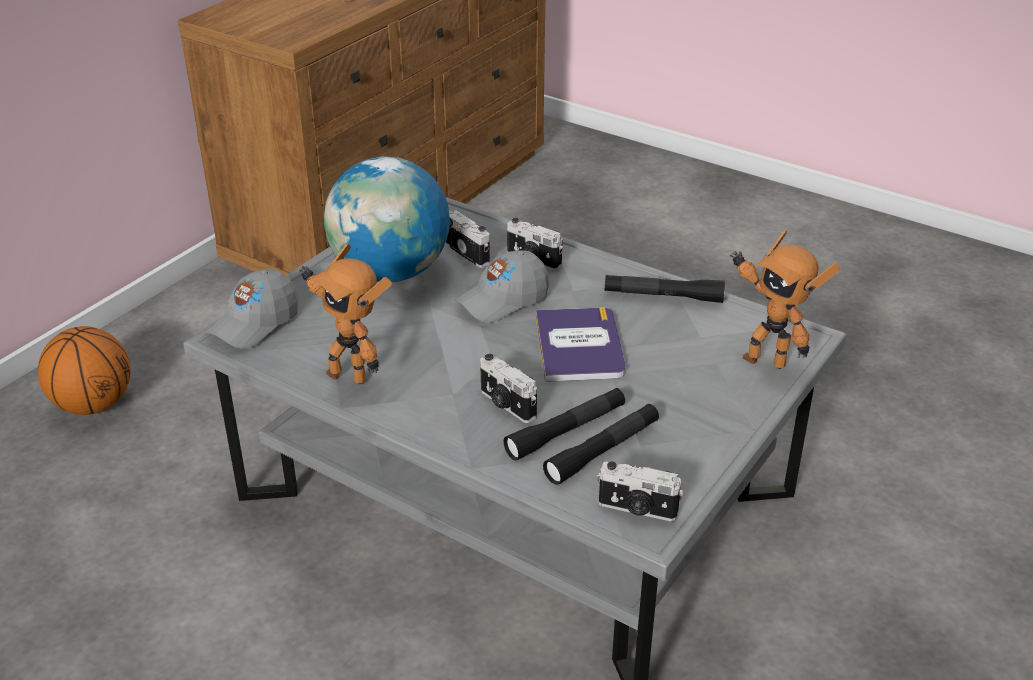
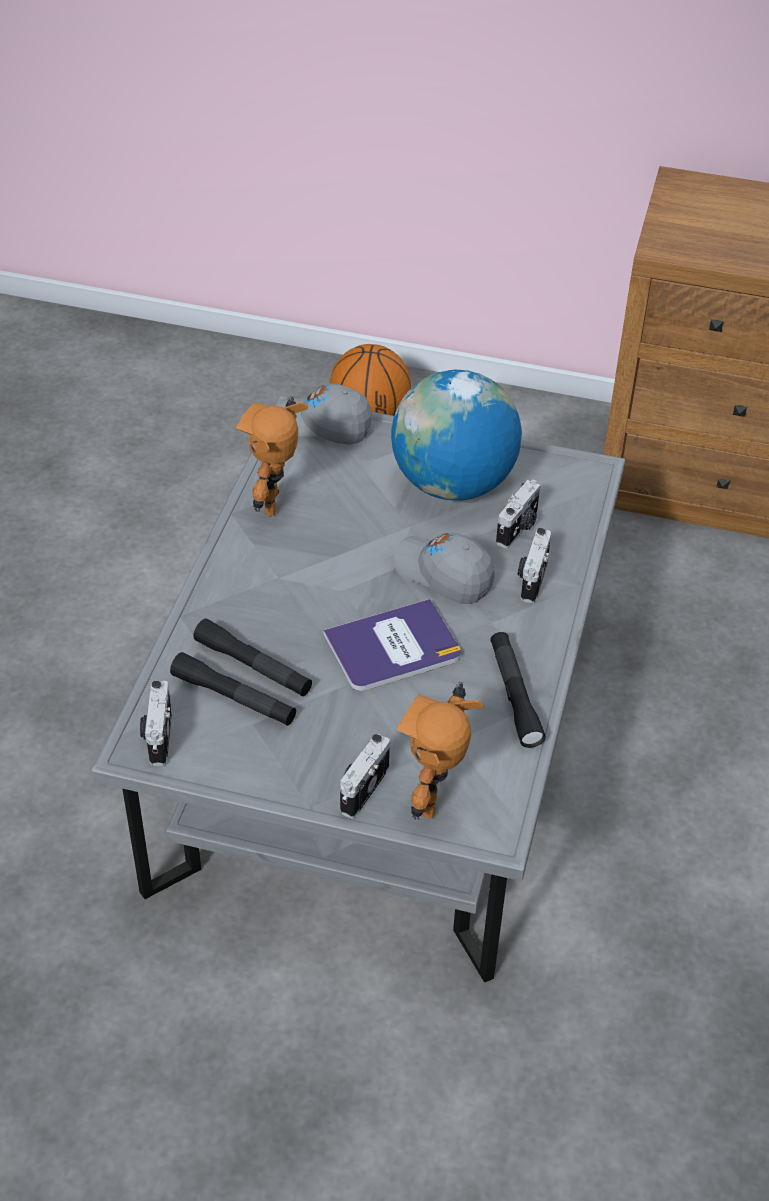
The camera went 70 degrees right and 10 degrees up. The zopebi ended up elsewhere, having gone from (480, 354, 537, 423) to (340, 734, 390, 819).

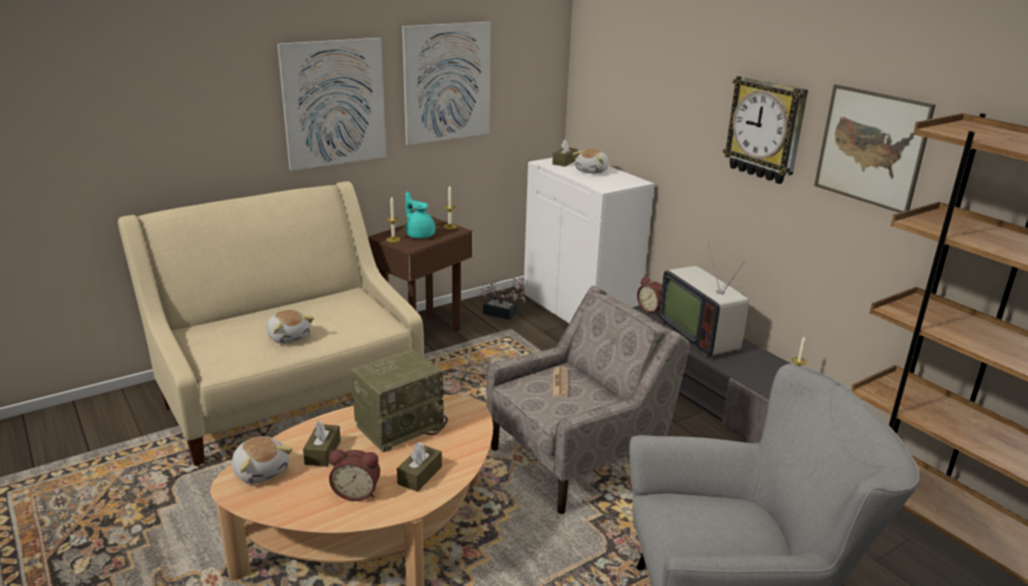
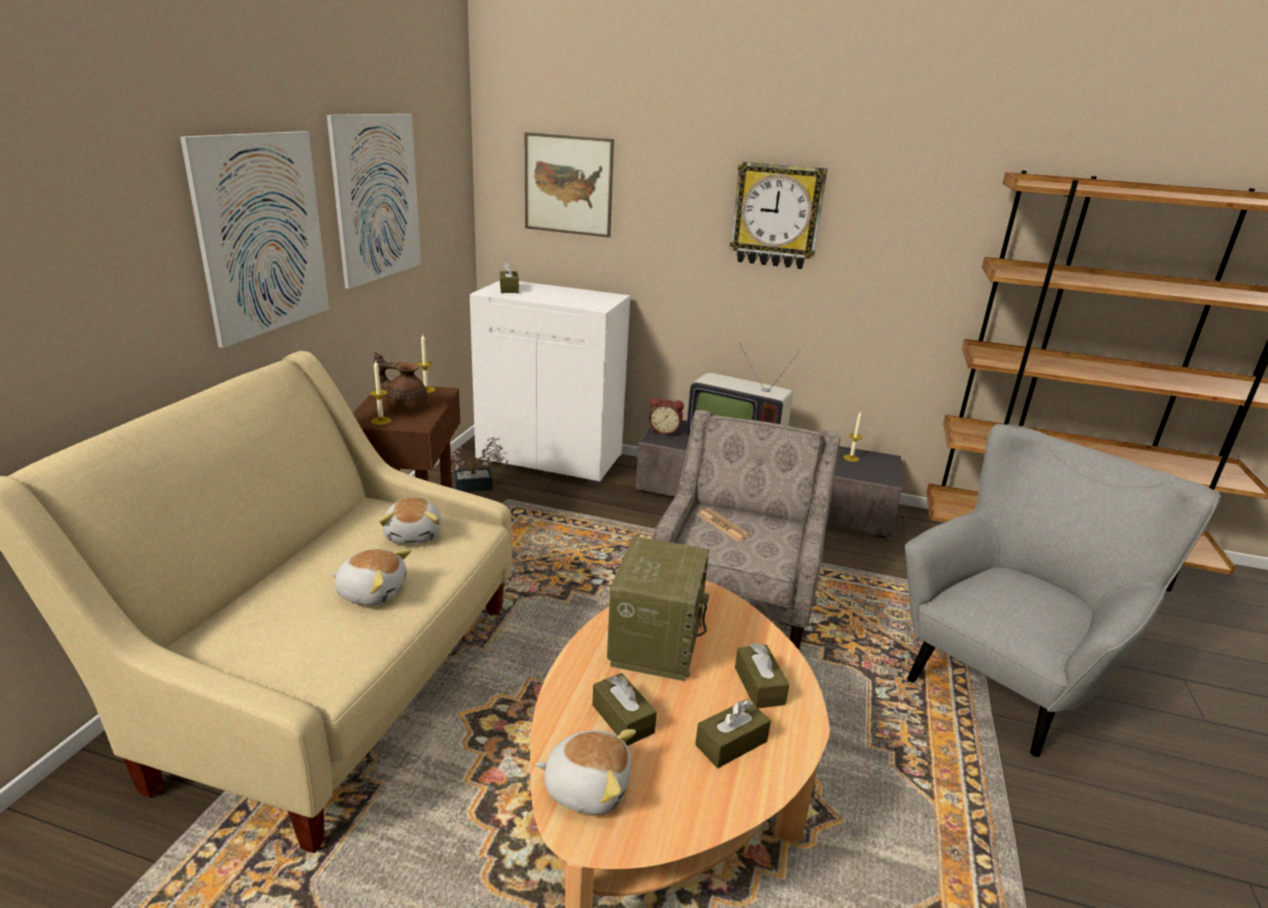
The camera went 40 degrees left and 0 degrees up. What was the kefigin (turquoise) at (405, 192, 435, 239) turned into the kefigin (brown) at (374, 352, 428, 412). The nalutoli ended up elsewhere, having gone from (572, 149, 609, 174) to (379, 498, 442, 544). The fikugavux ended up elsewhere, having gone from (814, 84, 935, 213) to (525, 132, 614, 238). Where the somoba stood at (329, 450, 380, 501), the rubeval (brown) came to stand at (695, 699, 771, 768).

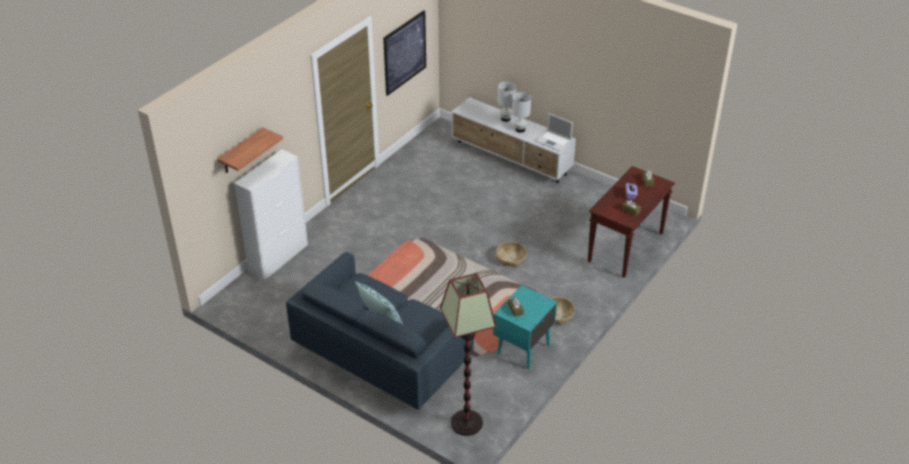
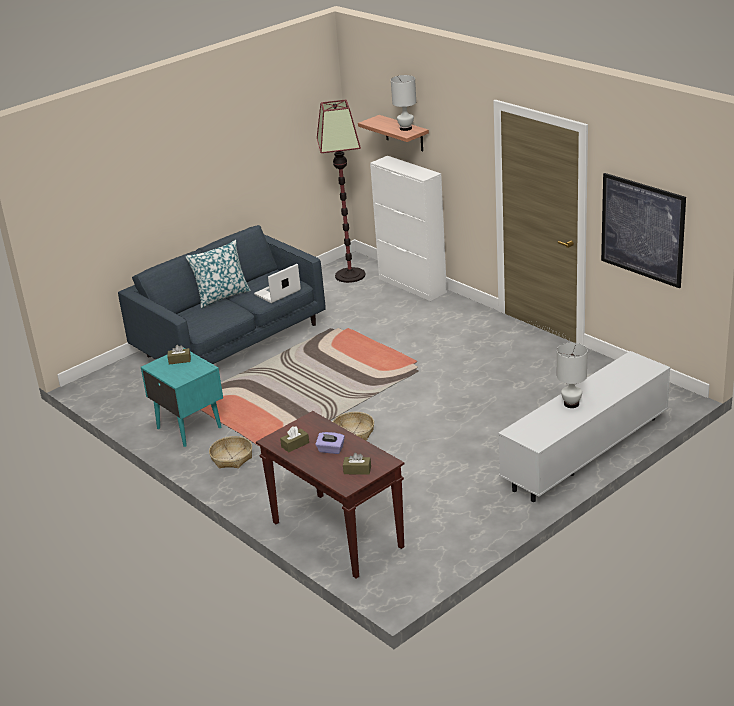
The camera went 105 degrees right and 10 degrees down. The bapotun ended up elsewhere, having gone from (536, 113, 573, 151) to (254, 264, 301, 303). The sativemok ended up elsewhere, having gone from (440, 273, 496, 436) to (317, 100, 365, 283). The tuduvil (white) ended up elsewhere, having gone from (497, 82, 516, 122) to (391, 75, 416, 131).

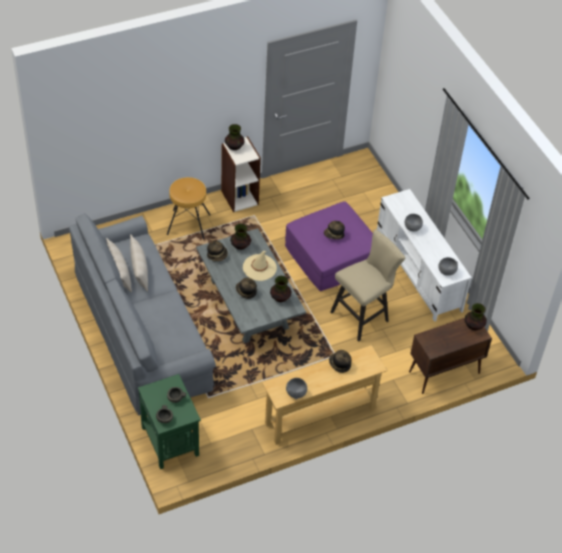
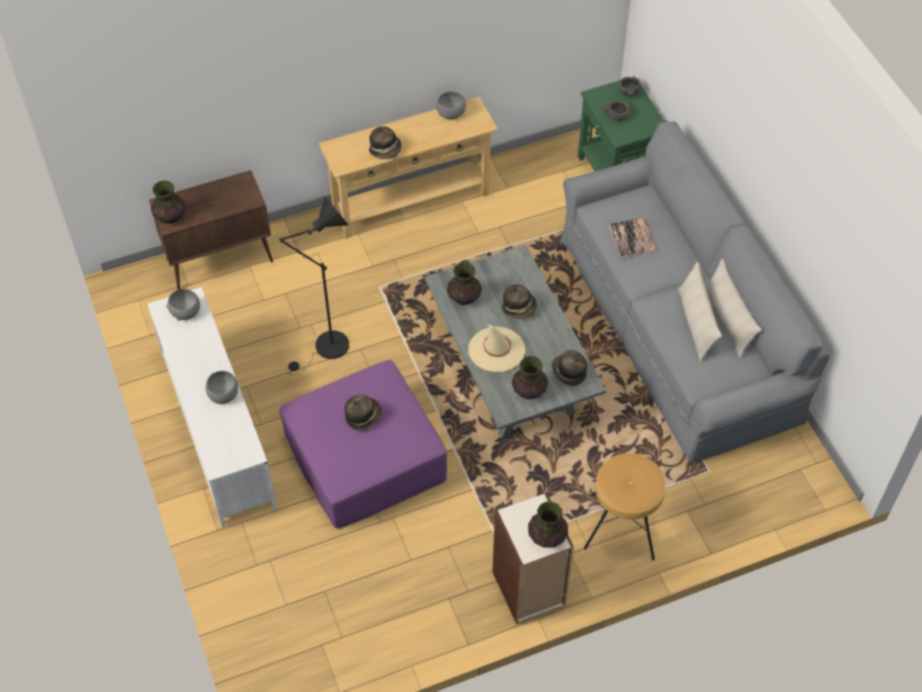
The camera went 175 degrees left and 5 degrees up. Where the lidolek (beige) stood at (330, 229, 405, 341), the sativemok (black) came to stand at (279, 197, 349, 375). The second view gained the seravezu at (609, 218, 657, 259).

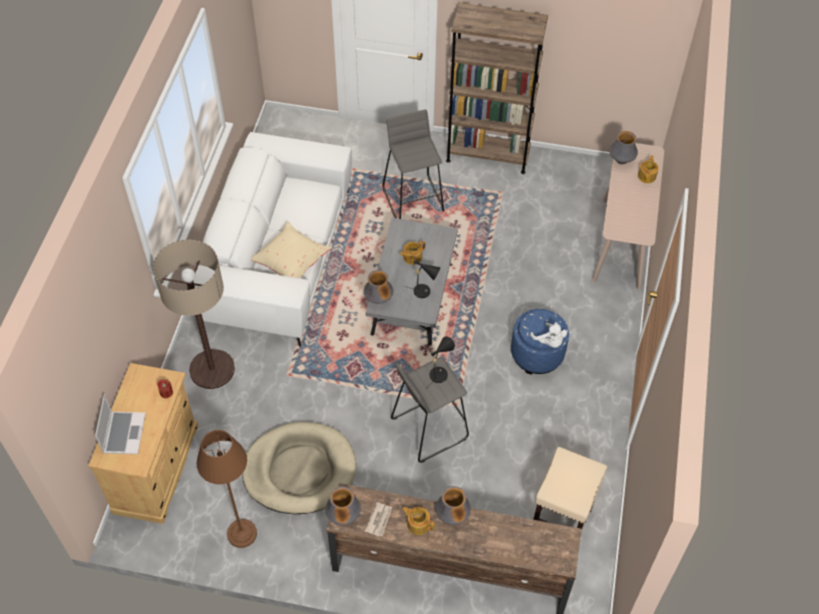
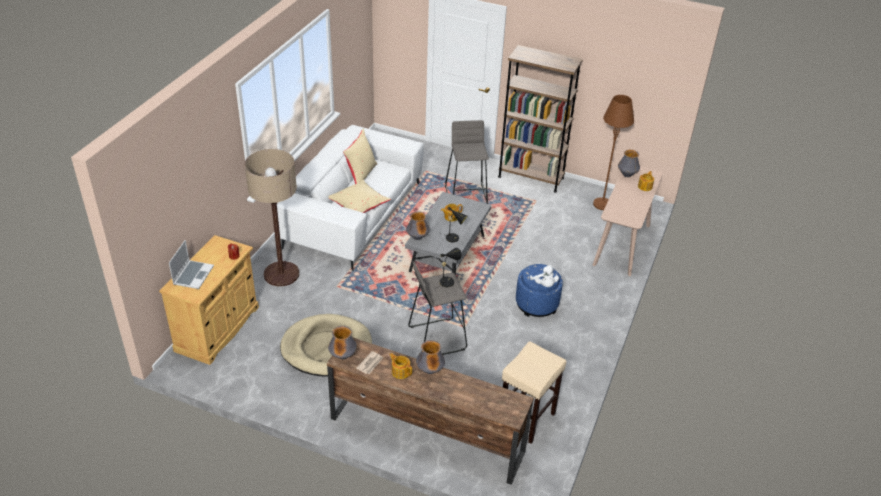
The camera went 10 degrees right and 15 degrees down. The second view gained the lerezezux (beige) at (343, 129, 377, 184). The sativemok (brown) ended up elsewhere, having gone from (197, 430, 257, 548) to (593, 95, 634, 210).

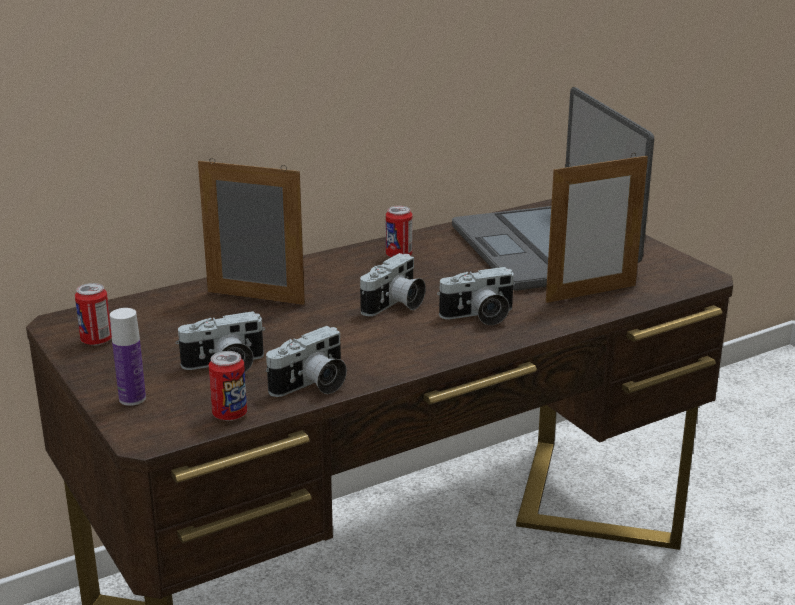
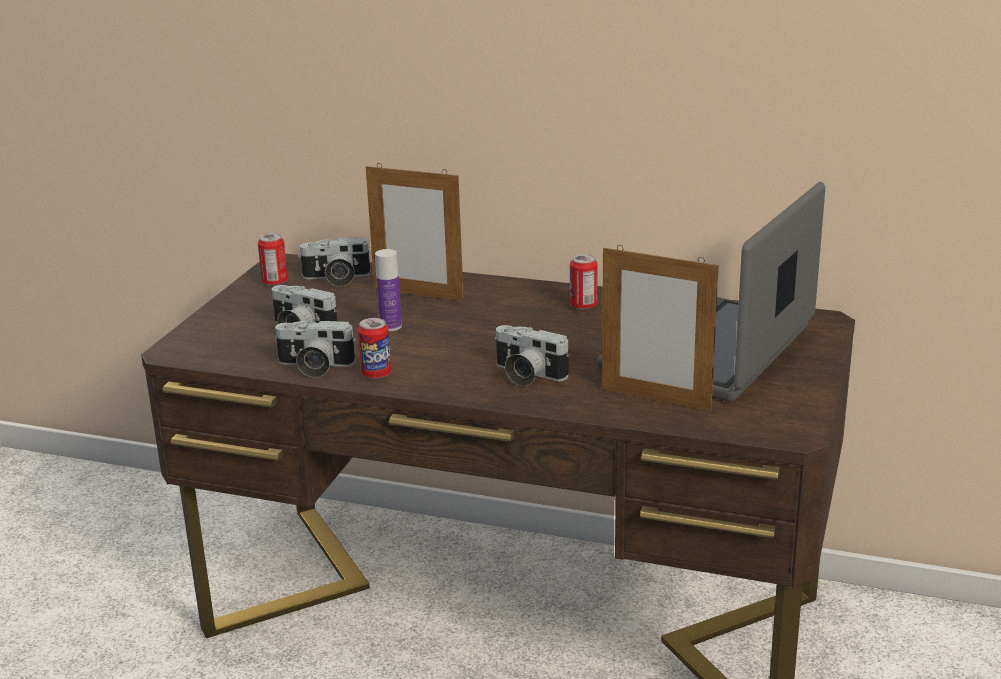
The camera went 50 degrees right and 0 degrees up. The zopebi ended up elsewhere, having gone from (360, 253, 426, 316) to (298, 237, 372, 286). The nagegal ended up elsewhere, having gone from (209, 351, 247, 421) to (358, 318, 391, 379). The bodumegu at (198, 158, 305, 305) ended up facing another way, 135 degrees clockwise from before. The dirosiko ended up elsewhere, having gone from (110, 308, 146, 406) to (375, 249, 402, 331).

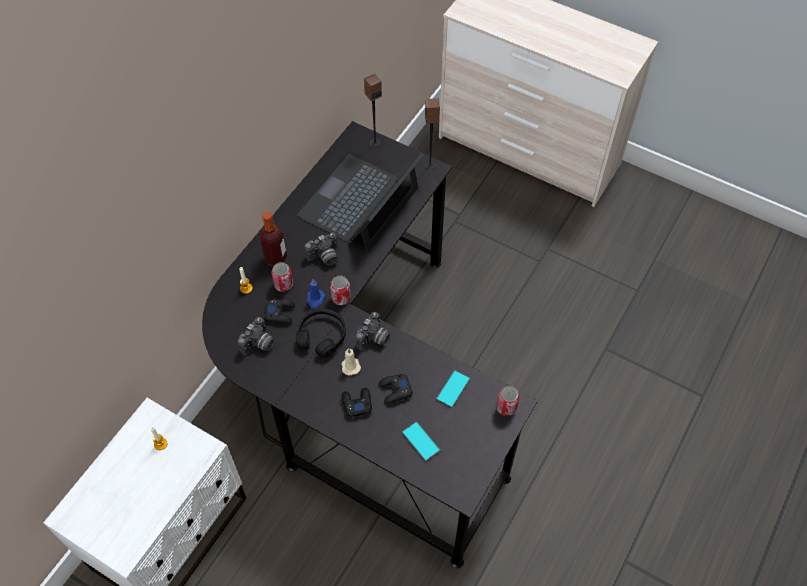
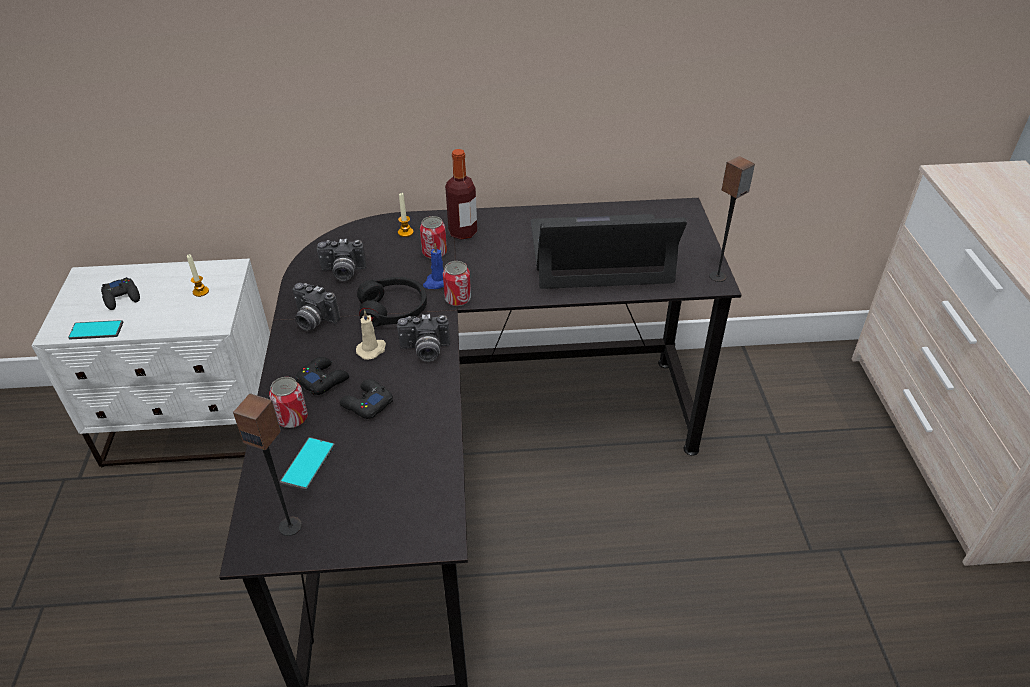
The camera went 55 degrees right and 15 degrees down. The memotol ended up elsewhere, having gone from (436, 370, 471, 408) to (68, 320, 124, 339). The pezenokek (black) ended up elsewhere, having gone from (264, 299, 295, 324) to (101, 277, 140, 310). The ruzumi ended up elsewhere, having gone from (364, 74, 382, 147) to (233, 393, 302, 536). The nagegal ended up elsewhere, having gone from (496, 386, 520, 416) to (269, 377, 308, 428). The zopebi ended up elsewhere, having gone from (304, 232, 338, 266) to (292, 283, 340, 331).

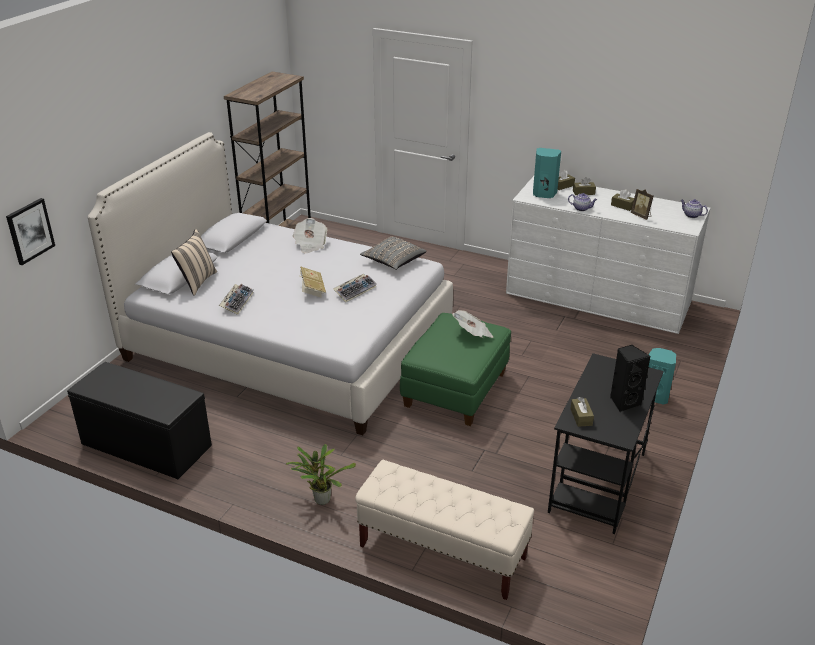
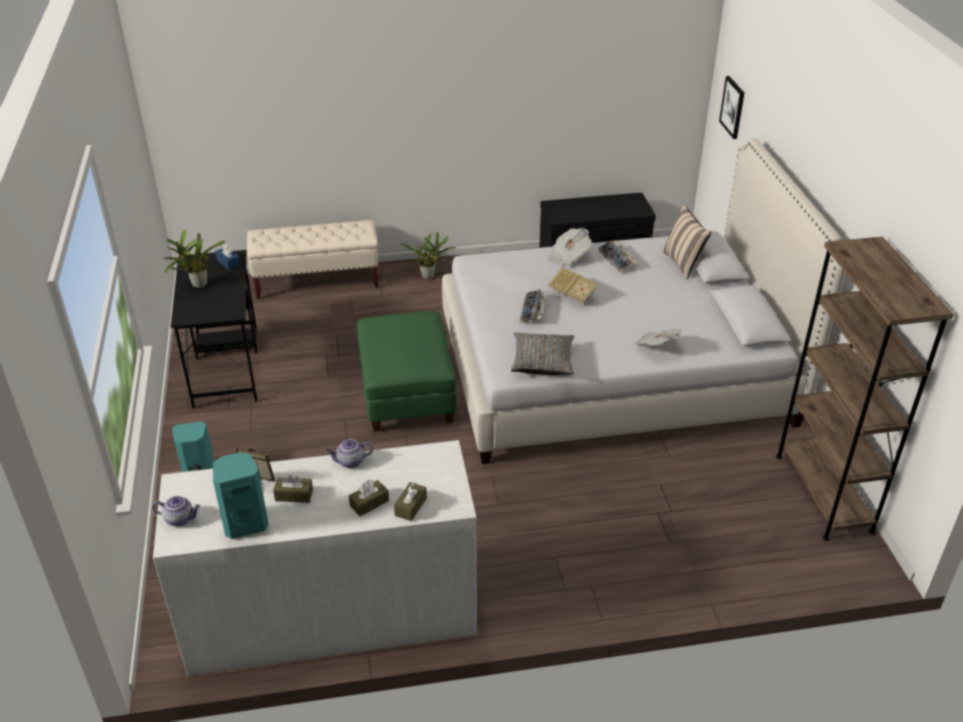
The camera went 145 degrees right and 5 degrees up. Where the ruzumi (black) stood at (610, 345, 650, 412), the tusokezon came to stand at (163, 230, 225, 288). The ruzumi (turquoise) ended up elsewhere, having gone from (533, 148, 561, 198) to (213, 452, 269, 539). What was the rubeval (brown) at (570, 397, 594, 427) turned into the rubeval (blue) at (215, 244, 241, 270). The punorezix ended up elsewhere, having gone from (452, 310, 493, 338) to (548, 228, 592, 266).

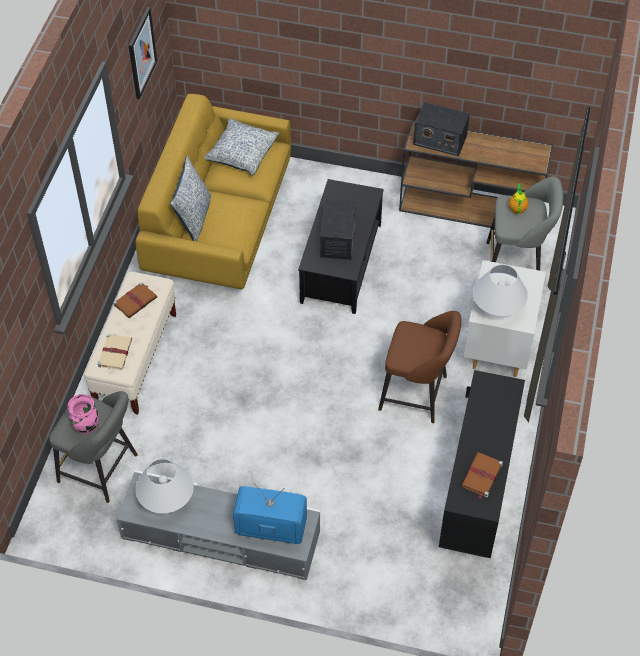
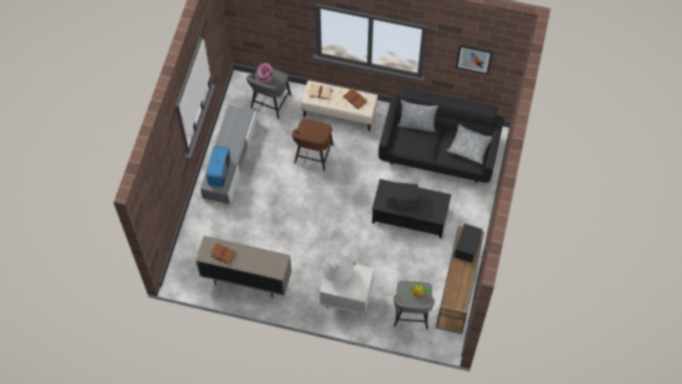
The camera went 90 degrees right and 10 degrees up. What was the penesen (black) at (439, 370, 525, 558) turned into the penesen (beige) at (196, 236, 292, 298). The lidolek (brown) ended up elsewhere, having gone from (378, 311, 461, 423) to (292, 119, 333, 171). What was the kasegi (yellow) at (135, 94, 291, 290) turned into the kasegi (black) at (378, 87, 504, 183). The second view lost the tuduvil (white) at (135, 459, 194, 513).

